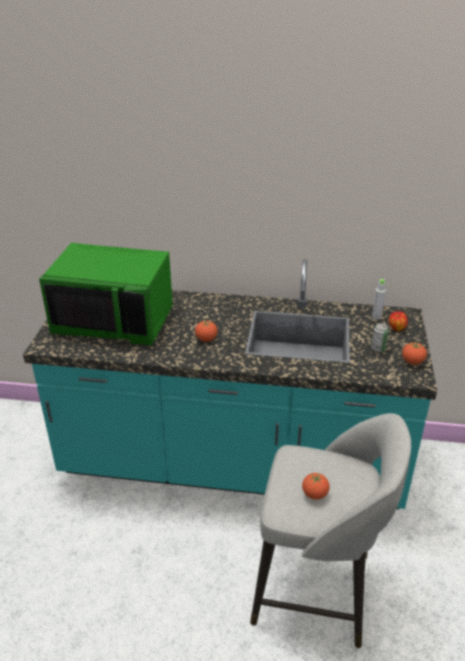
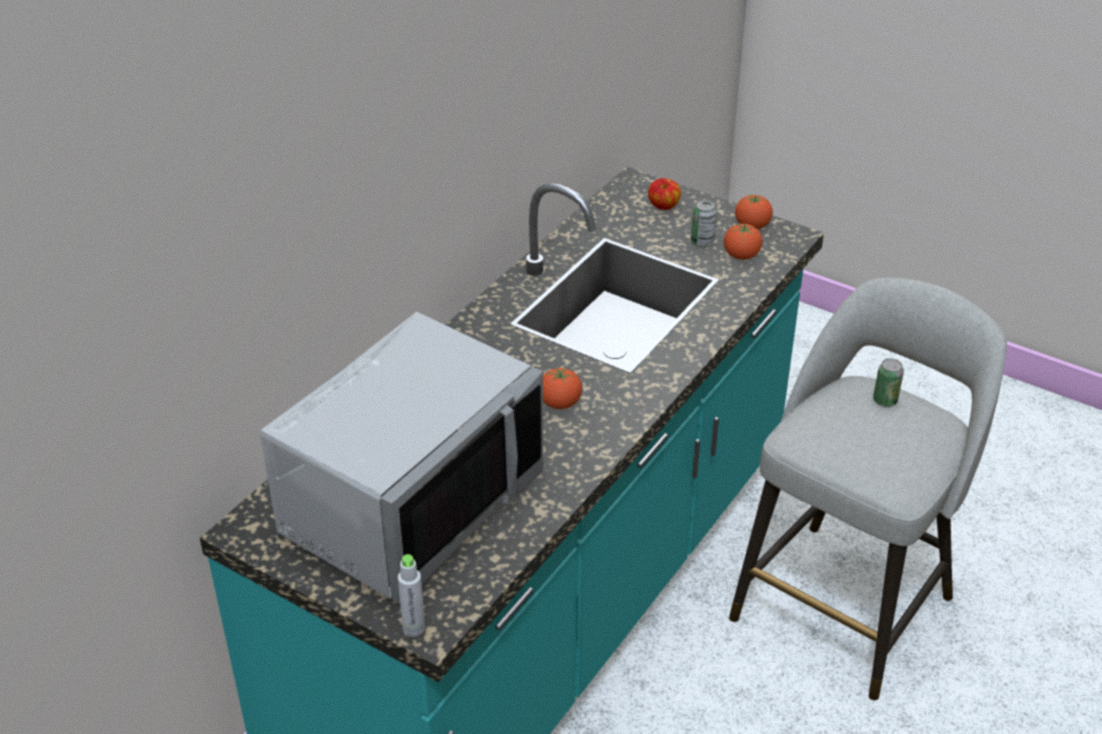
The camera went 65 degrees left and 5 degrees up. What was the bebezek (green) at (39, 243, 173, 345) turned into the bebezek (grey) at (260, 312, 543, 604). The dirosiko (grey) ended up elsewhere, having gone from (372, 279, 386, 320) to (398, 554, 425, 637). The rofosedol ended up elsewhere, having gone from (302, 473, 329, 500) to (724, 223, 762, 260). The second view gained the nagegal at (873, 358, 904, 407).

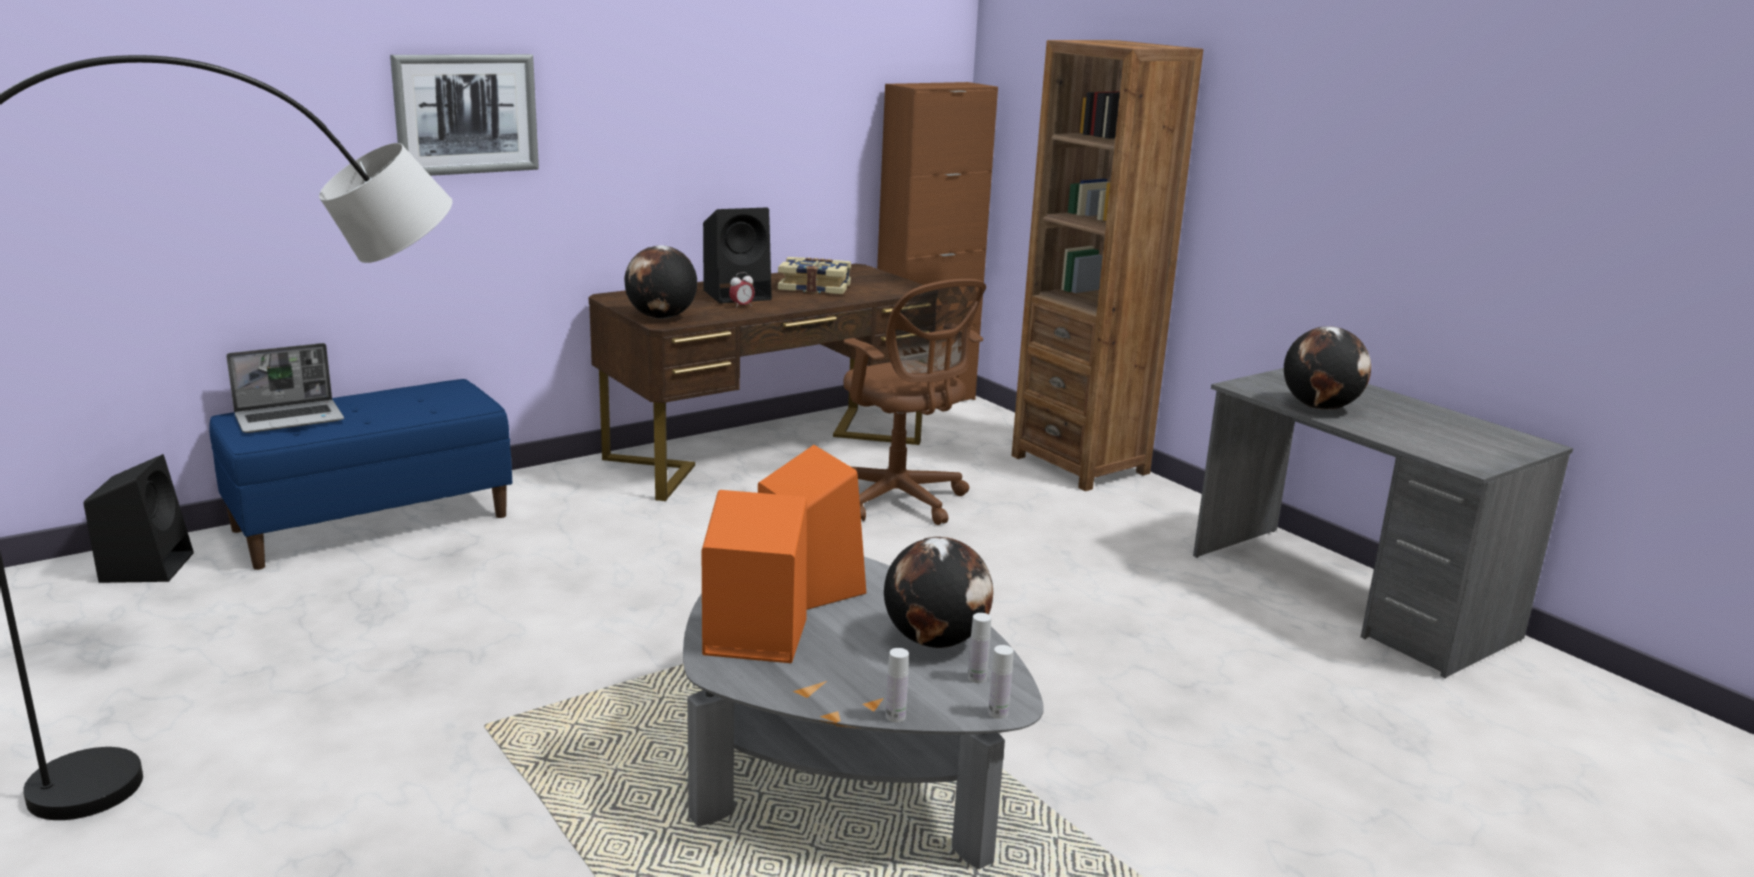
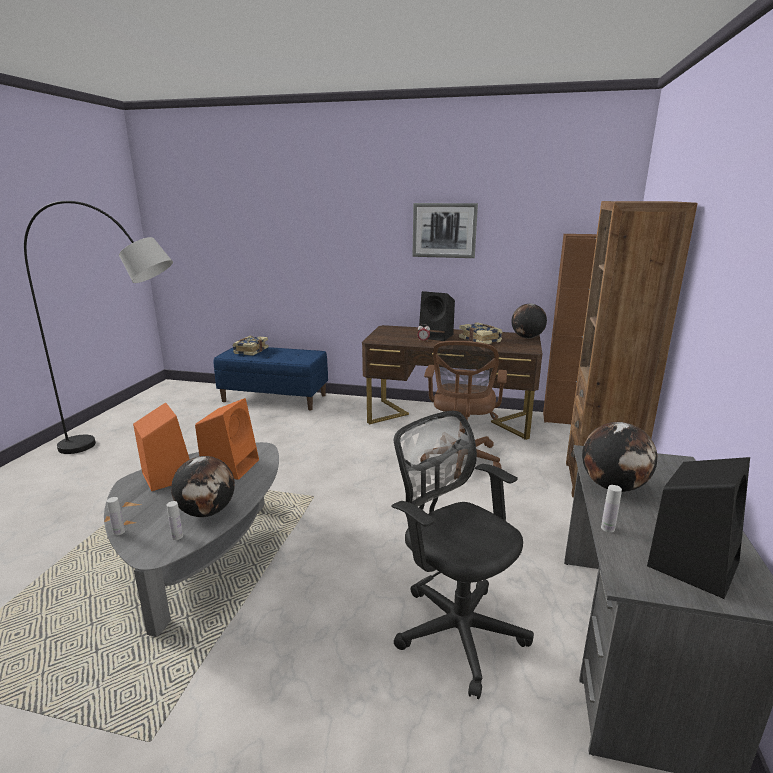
The camera went 50 degrees right and 0 degrees up. Where the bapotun stood at (226, 343, 344, 433), the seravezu came to stand at (233, 336, 269, 356). The second view gained the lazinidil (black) at (392, 411, 534, 699). The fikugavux ended up elsewhere, having gone from (390, 54, 539, 176) to (412, 203, 478, 258). The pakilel ended up elsewhere, having gone from (624, 245, 697, 319) to (512, 304, 547, 338). The dirosiko (white) ended up elsewhere, having gone from (988, 645, 1014, 719) to (601, 485, 622, 533). The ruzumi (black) ended up elsewhere, having gone from (84, 454, 194, 583) to (647, 457, 750, 599).

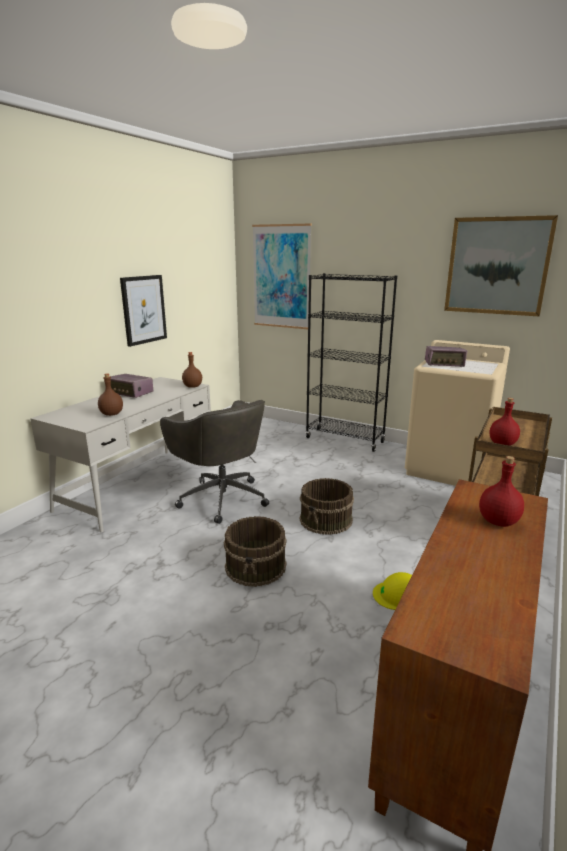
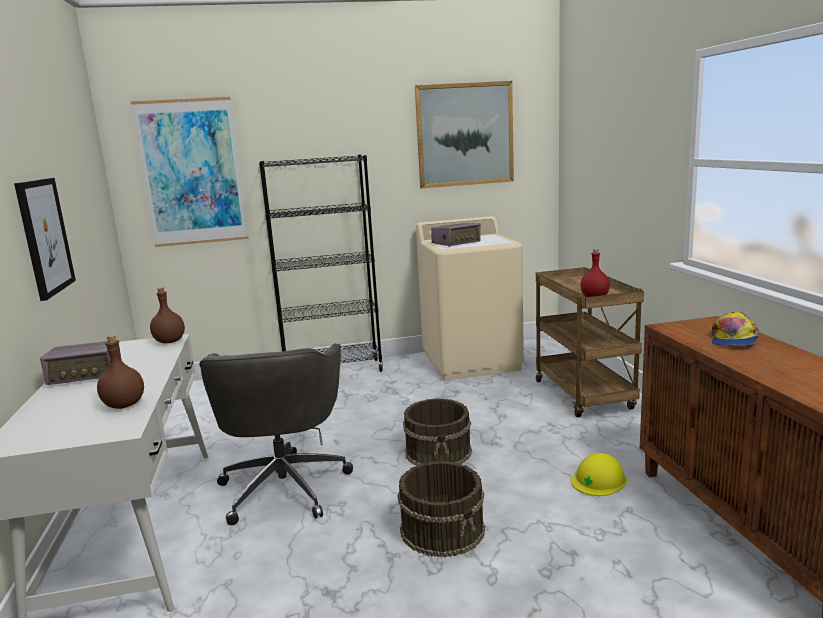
The camera went 40 degrees left and 5 degrees down. The lazinidil (grey) at (160, 400, 269, 524) ended up facing another way, 75 degrees clockwise from before. Where the dirosiko (red) stood at (479, 456, 524, 527), the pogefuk came to stand at (711, 311, 760, 346).

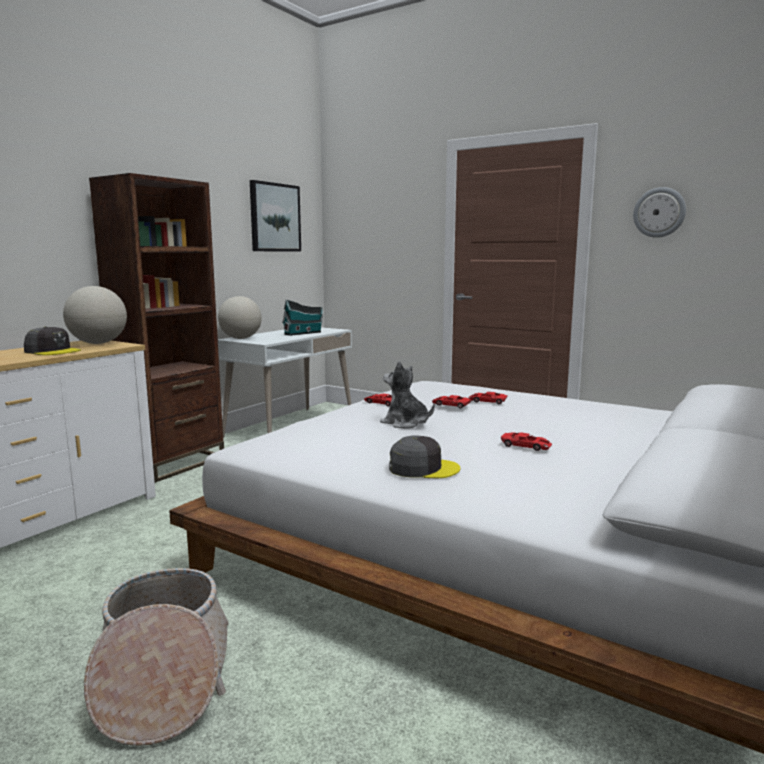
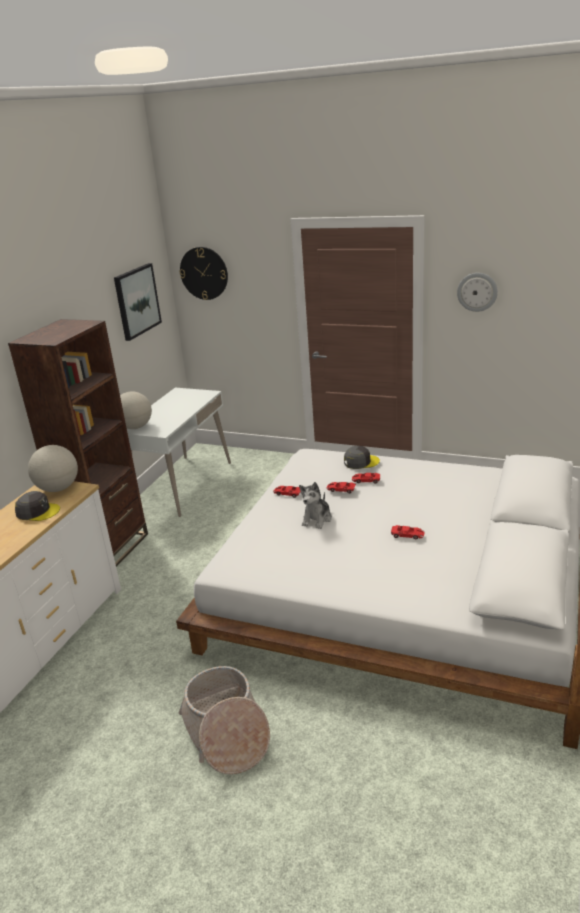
The camera went 10 degrees left and 15 degrees up. The second view gained the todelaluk at (180, 247, 228, 300). The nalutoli at (380, 361, 435, 429) ended up facing another way, 90 degrees counterclockwise from before. The pogefuk (grey) ended up elsewhere, having gone from (389, 435, 461, 479) to (344, 446, 380, 469). The second view lost the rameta at (282, 299, 323, 336).

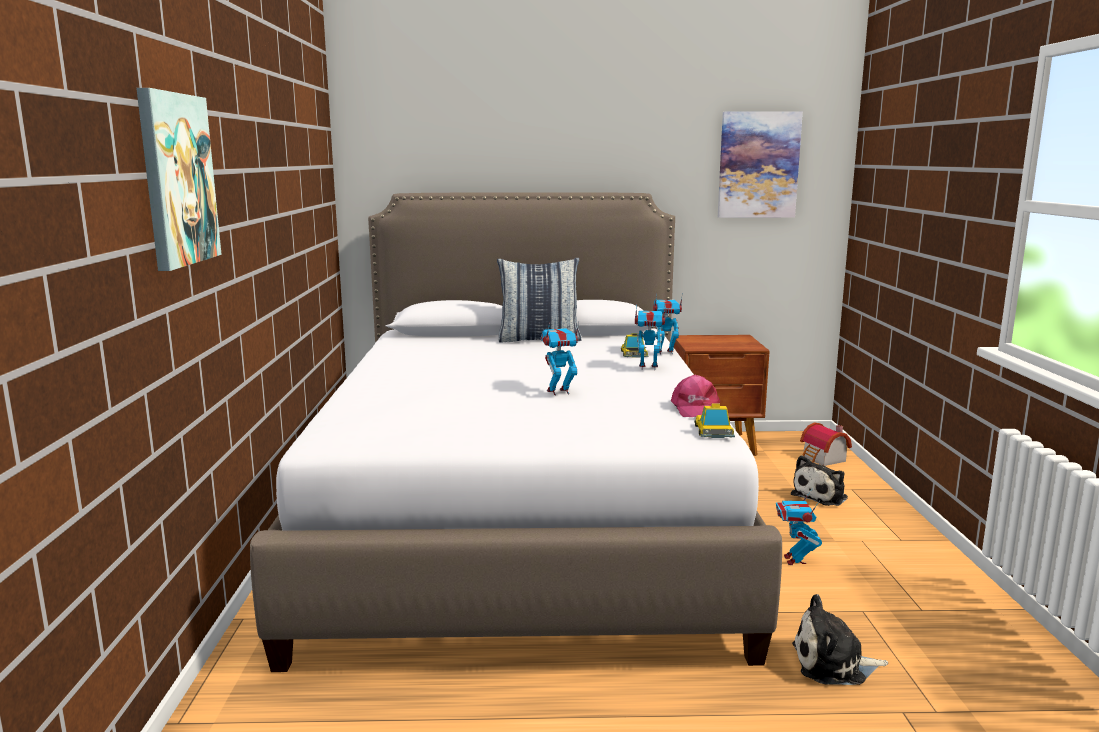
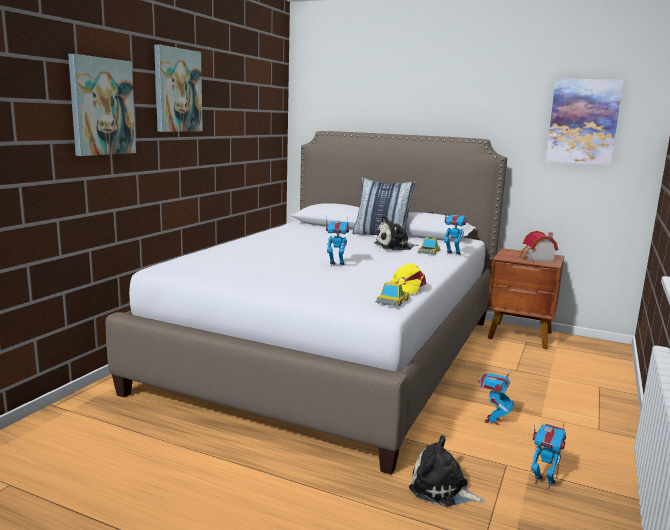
The camera went 25 degrees right and 0 degrees up. The second view gained the fikugavux at (154, 44, 203, 132). The nalutoli ended up elsewhere, having gone from (791, 455, 848, 506) to (374, 216, 418, 250). What was the pogefuk (pink) at (671, 375, 720, 417) turned into the pogefuk (yellow) at (391, 263, 426, 295). The rameta ended up elsewhere, having gone from (800, 422, 852, 466) to (519, 231, 558, 262). The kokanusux ended up elsewhere, having gone from (635, 304, 665, 370) to (531, 424, 566, 489).

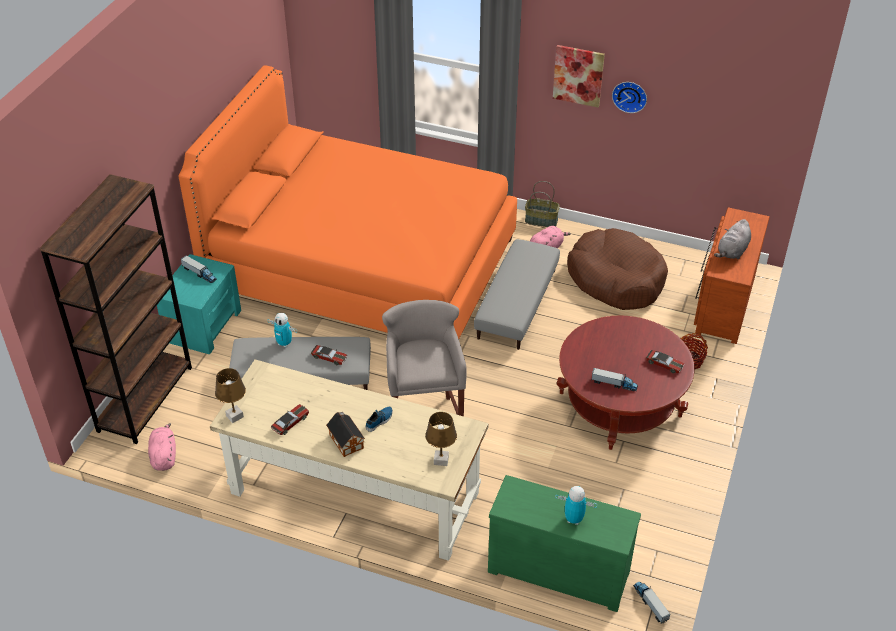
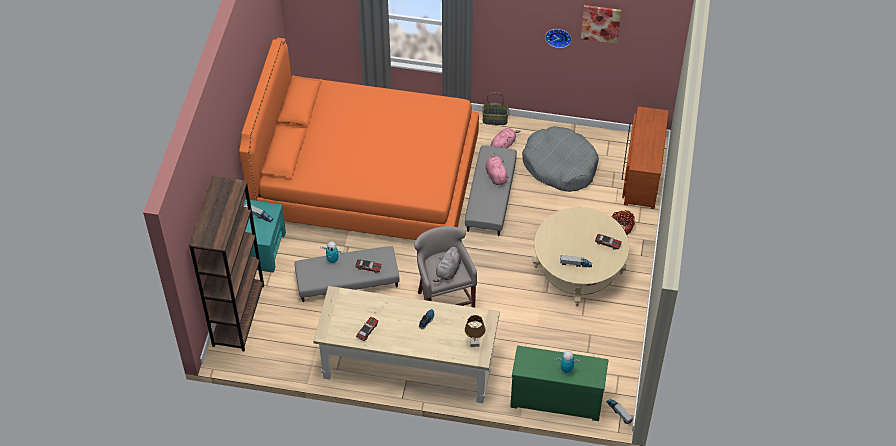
The camera went 10 degrees left and 10 degrees up. The nalutoli (grey) ended up elsewhere, having gone from (714, 219, 751, 259) to (433, 247, 461, 282). The nalutoli (pink) ended up elsewhere, having gone from (148, 423, 176, 471) to (486, 153, 509, 185). What was the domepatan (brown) at (567, 228, 668, 310) turned into the domepatan (grey) at (522, 126, 599, 192). What was the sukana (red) at (557, 315, 695, 450) turned into the sukana (beige) at (533, 207, 629, 307). The fikugavux ended up elsewhere, having gone from (553, 45, 605, 108) to (581, 5, 621, 44). The second view lost the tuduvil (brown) at (215, 368, 246, 423). The second view lost the rameta at (326, 412, 365, 457).

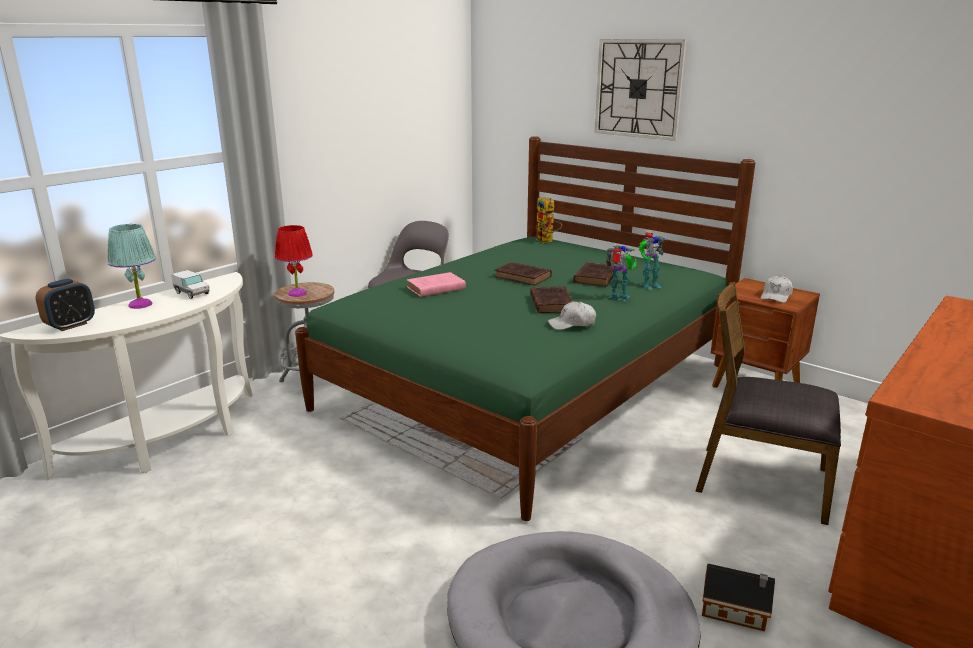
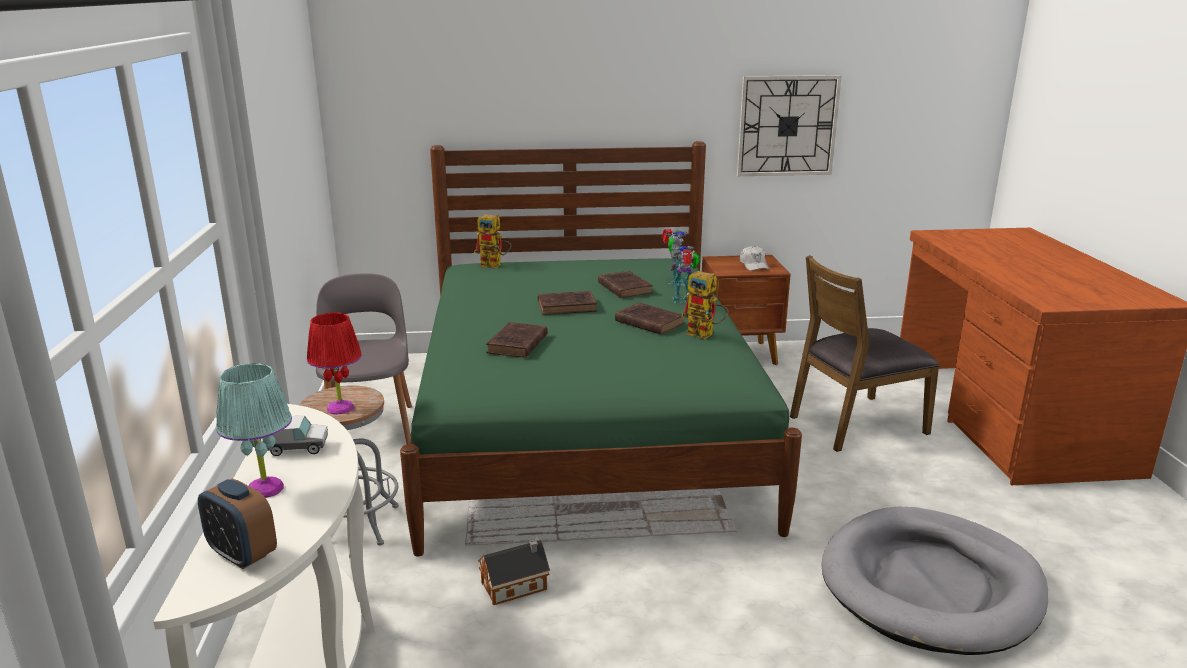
The camera went 45 degrees left and 0 degrees up. The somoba at (36, 279, 95, 331) ended up facing another way, 135 degrees clockwise from before. The rameta ended up elsewhere, having gone from (702, 563, 775, 631) to (478, 540, 550, 605). What was the seravezu (pink) at (407, 272, 466, 297) turned into the seravezu (brown) at (486, 322, 548, 358). Where the pogefuk (white) stood at (548, 301, 596, 330), the kokanusux came to stand at (681, 271, 728, 339). The todelaluk ended up elsewhere, having gone from (595, 39, 687, 141) to (737, 75, 842, 176).

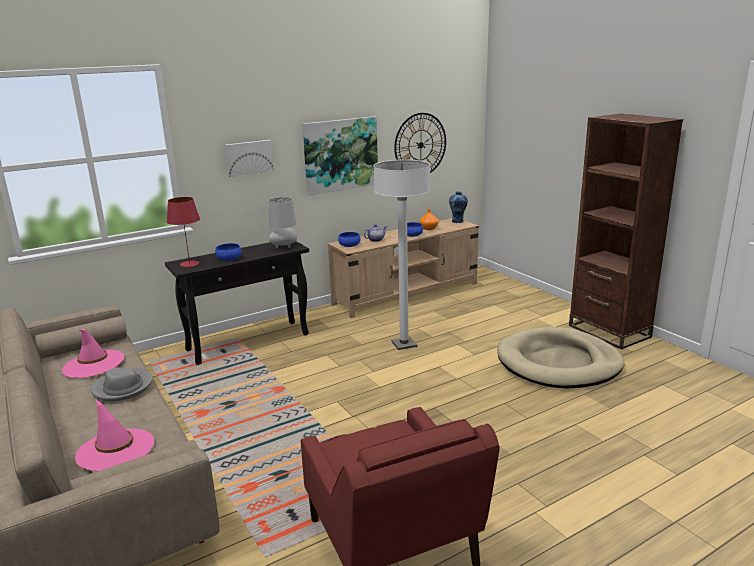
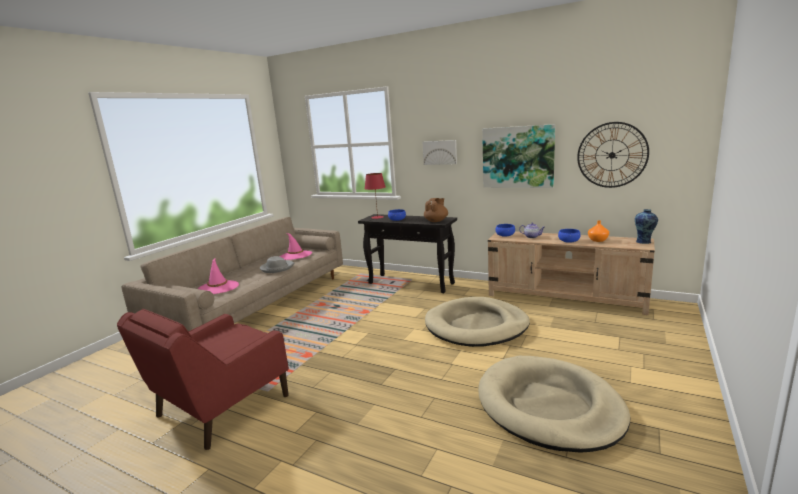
The camera went 60 degrees right and 5 degrees down. Where the tuduvil (grey) stood at (269, 197, 297, 249), the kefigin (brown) came to stand at (424, 198, 448, 222). Where the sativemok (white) stood at (373, 160, 430, 350), the domepatan (beige) came to stand at (425, 297, 530, 347). The second view lost the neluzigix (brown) at (569, 114, 683, 350).

